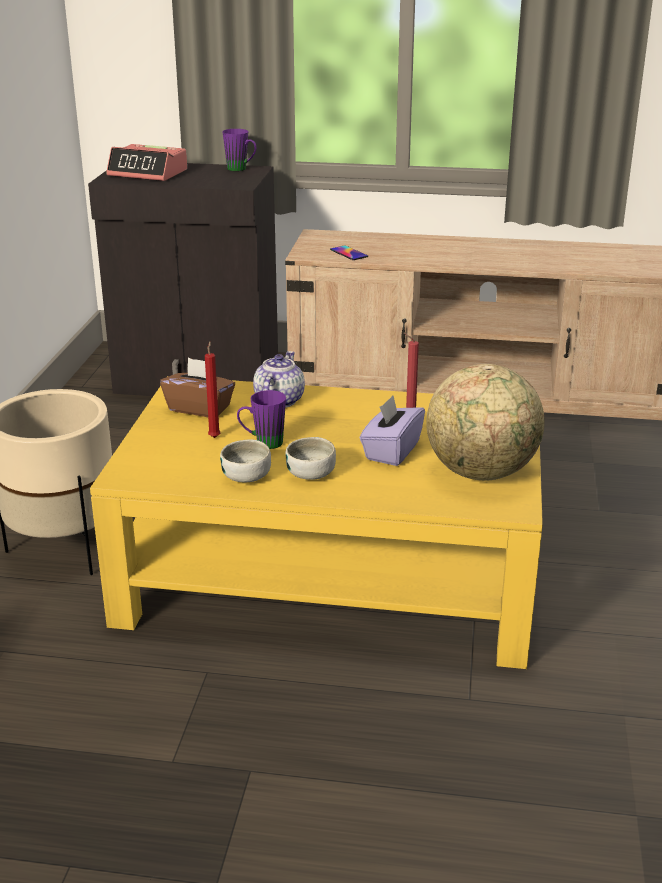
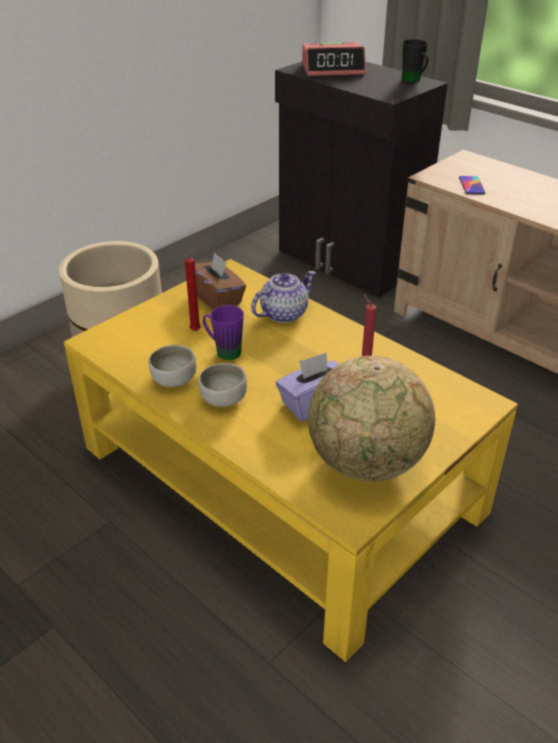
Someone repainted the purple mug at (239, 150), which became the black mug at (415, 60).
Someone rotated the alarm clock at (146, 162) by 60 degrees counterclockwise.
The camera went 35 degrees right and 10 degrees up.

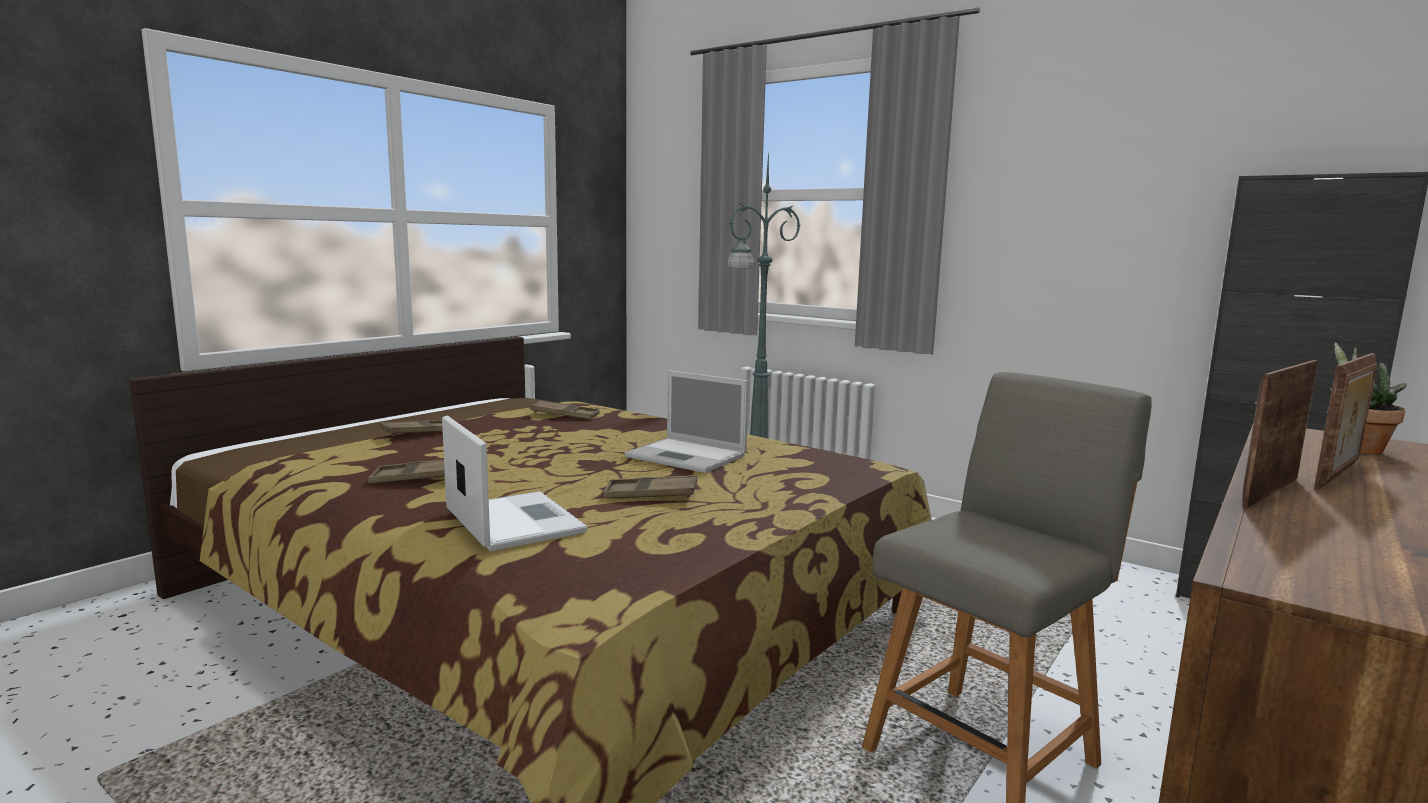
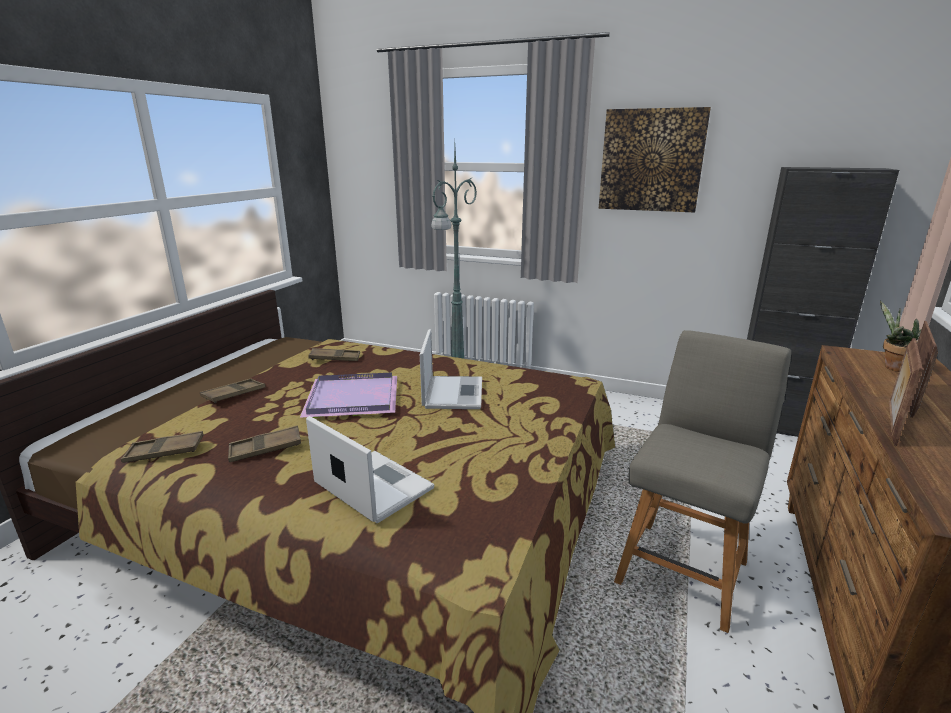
Someone put down the purple tray at (348, 395).
Someone put up the picture at (655, 160).
Someone carried the brown tray from (649, 487) to (162, 447).
Someone rotated the laptop at (687, 421) by 105 degrees counterclockwise.
The camera went 15 degrees left and 10 degrees up.

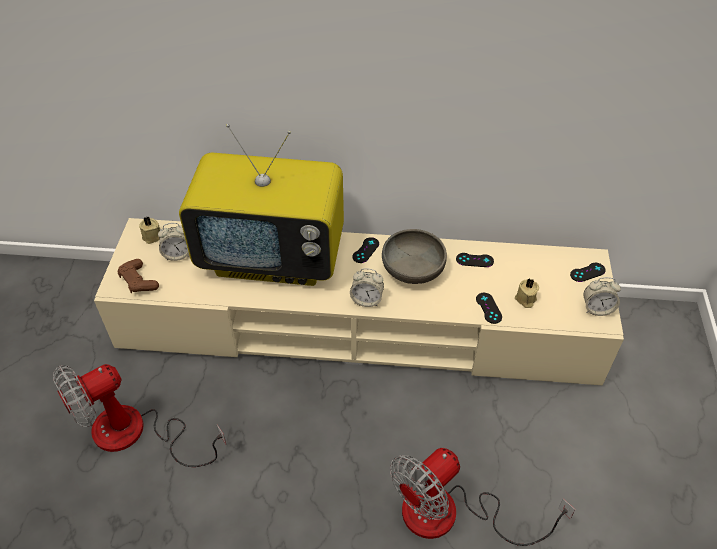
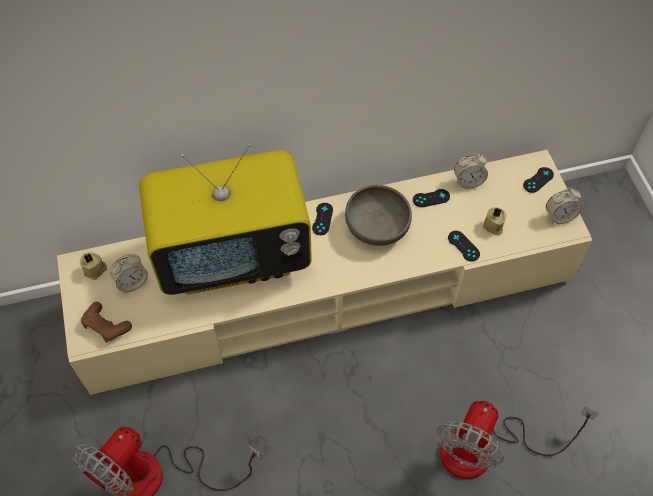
Someone carried the alarm clock from (367, 287) to (471, 171).
The camera went 20 degrees left and 10 degrees up.

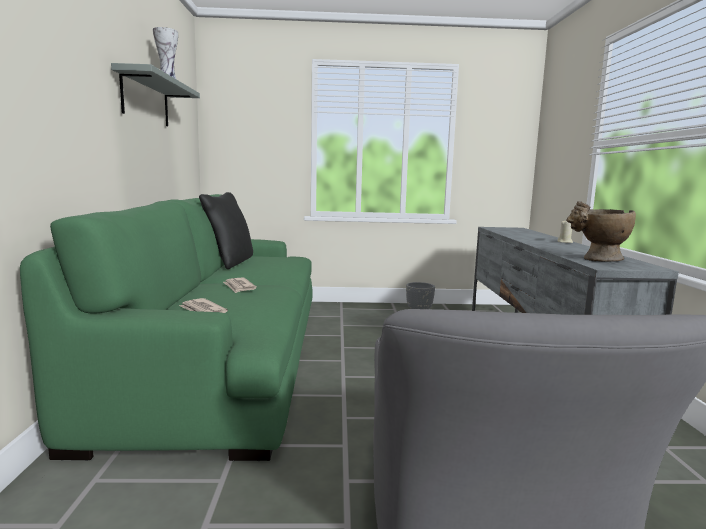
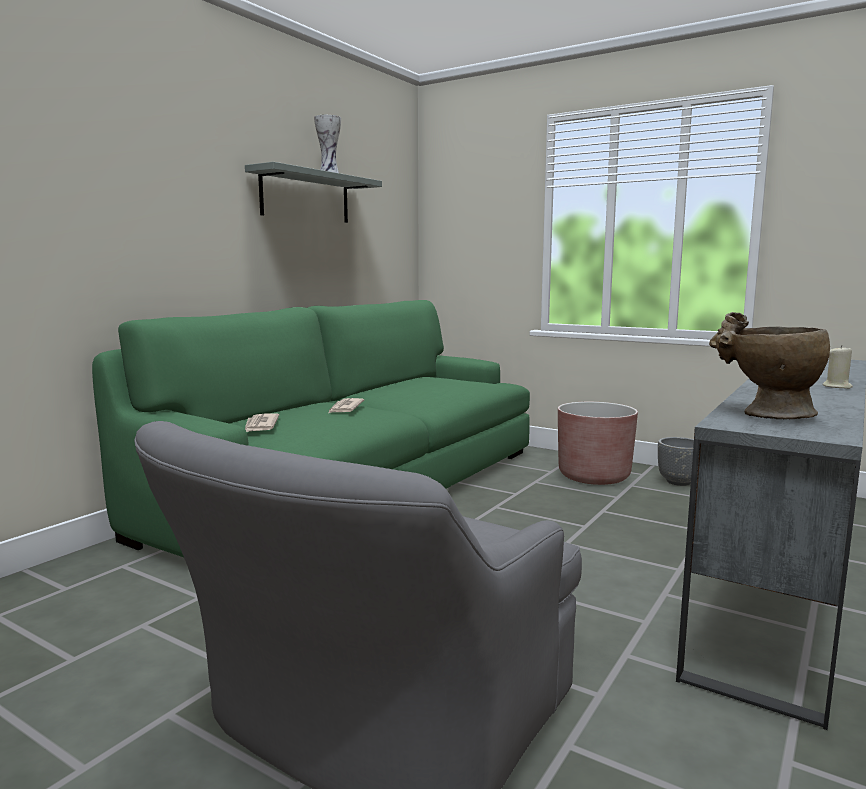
Someone took away the black pillow at (226, 230).
Someone put down the brown planter at (598, 443).
The camera went 35 degrees right and 0 degrees up.

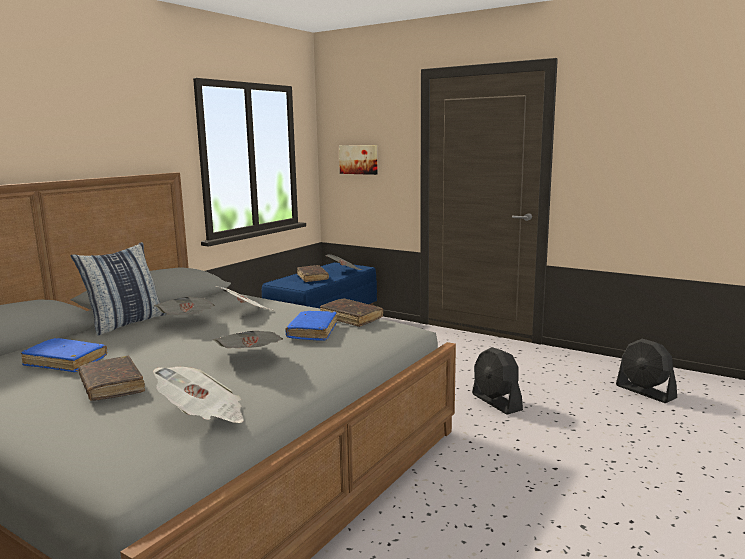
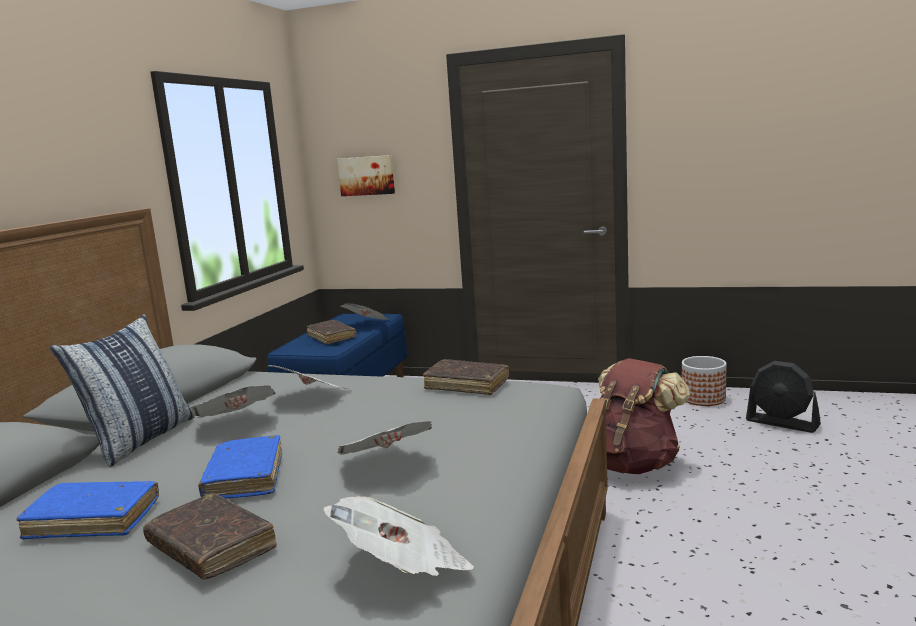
Someone put down the planter at (704, 381).
Someone carried the blue book from (311, 326) to (240, 467).
Someone swapped the black fan at (497, 381) for the brown backpack at (644, 416).
The camera went 15 degrees left and 0 degrees up.

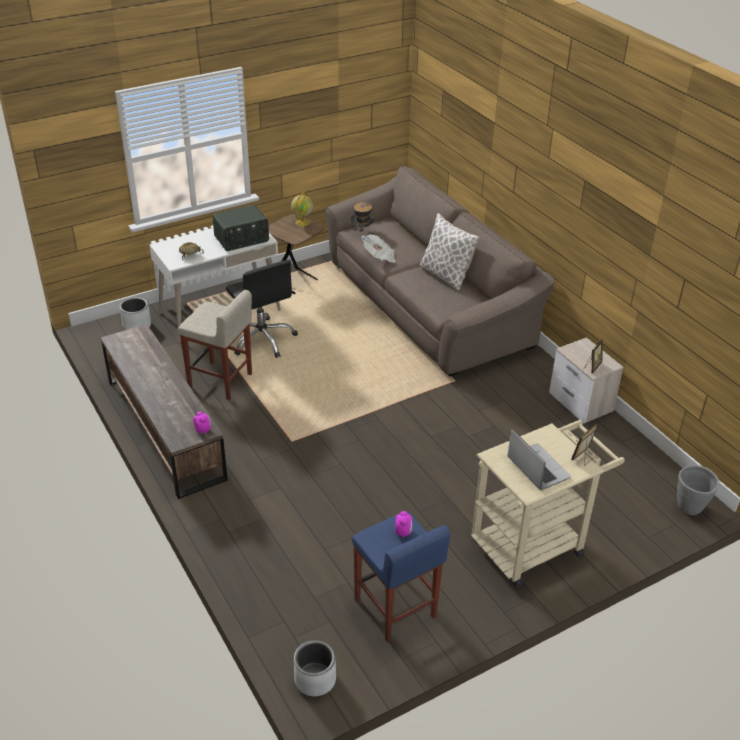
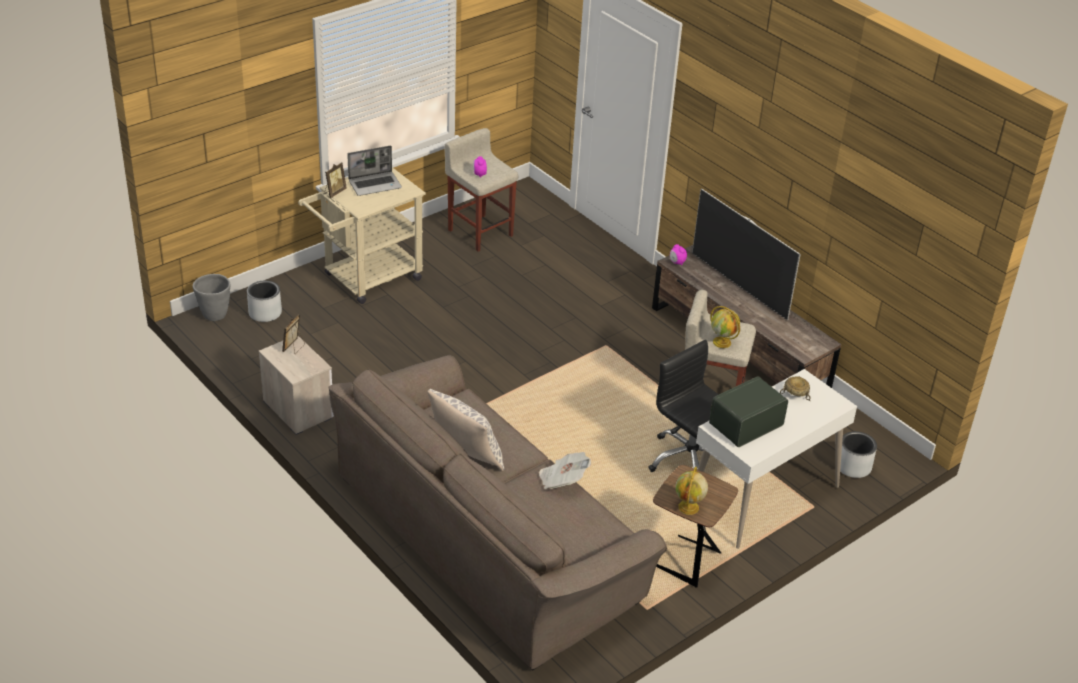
Someone took away the hat at (362, 217).
Someone put down the television at (746, 254).
Someone put down the globe at (725, 327).
Someone carried the grey planter from (315, 668) to (264, 301).
Someone repainted the blue stool at (401, 577), which became the beige stool at (481, 190).
Someone rotated the laptop at (539, 459) by 75 degrees counterclockwise.
The camera went 170 degrees right and 0 degrees up.

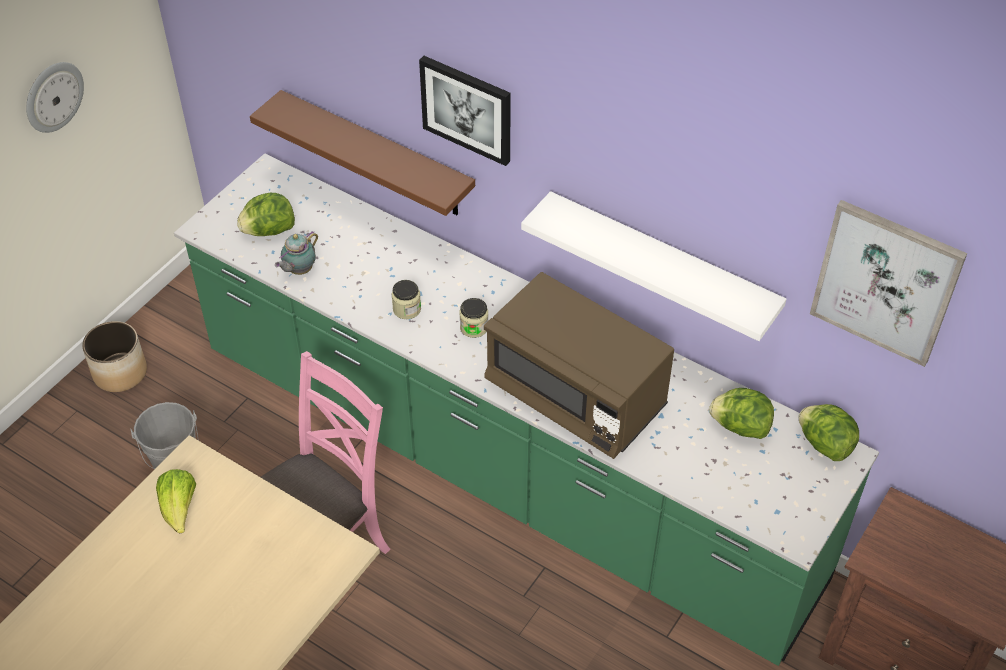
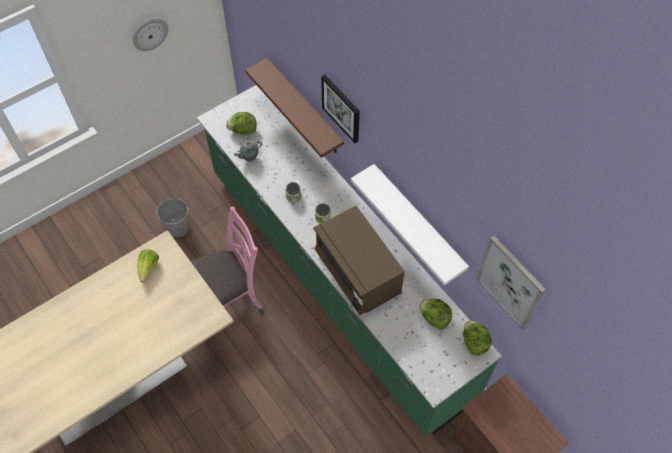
Someone took away the planter at (114, 356).
The camera went 20 degrees right and 10 degrees up.

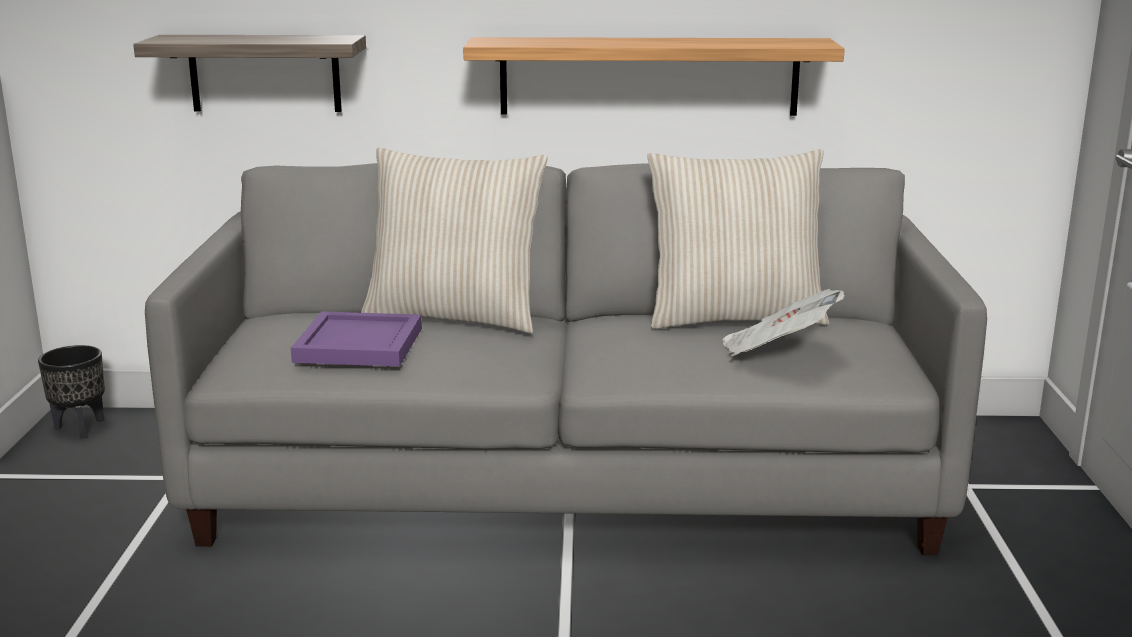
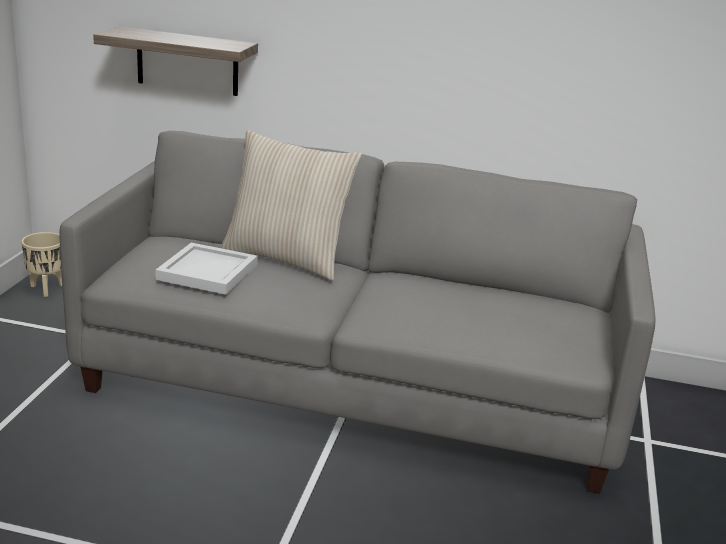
Someone took away the shelf at (654, 76).
Someone took away the beige pillow at (738, 239).
Someone took away the newspaper at (783, 322).
Someone repainted the black planter at (71, 392), which became the beige planter at (41, 264).
Someone repainted the purple tray at (356, 339), which became the white tray at (206, 269).
The camera went 10 degrees right and 5 degrees up.

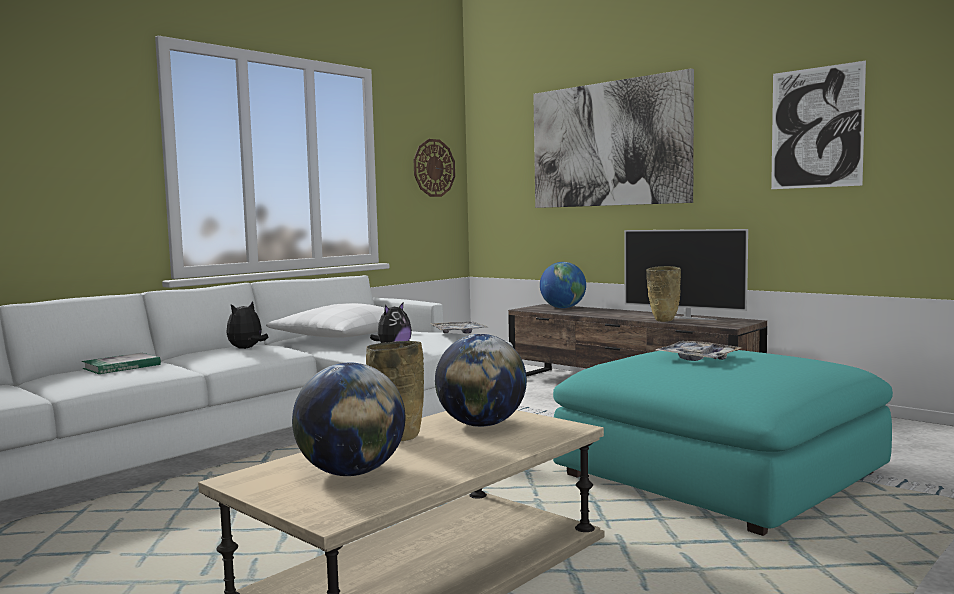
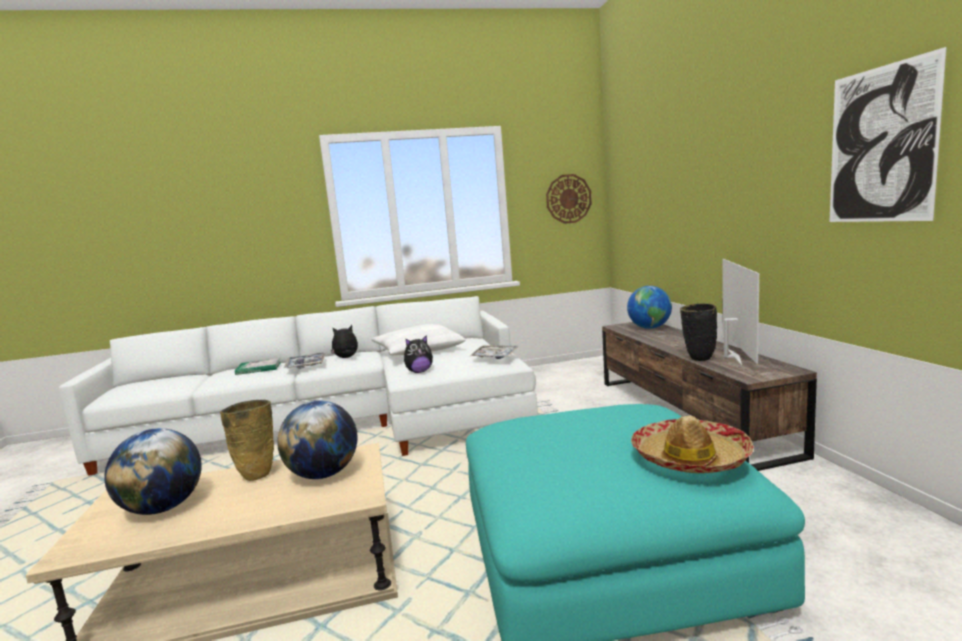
Someone took away the picture at (613, 138).
Someone put down the hat at (692, 444).
Someone carried the tray from (699, 351) to (304, 360).
Someone repainted the beige vase at (663, 294), which became the black vase at (698, 332).
Someone rotated the television at (686, 274) by 150 degrees counterclockwise.
The camera went 35 degrees right and 5 degrees up.

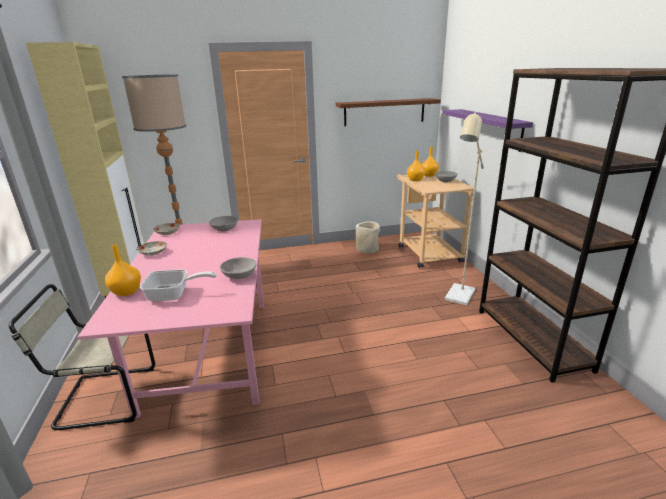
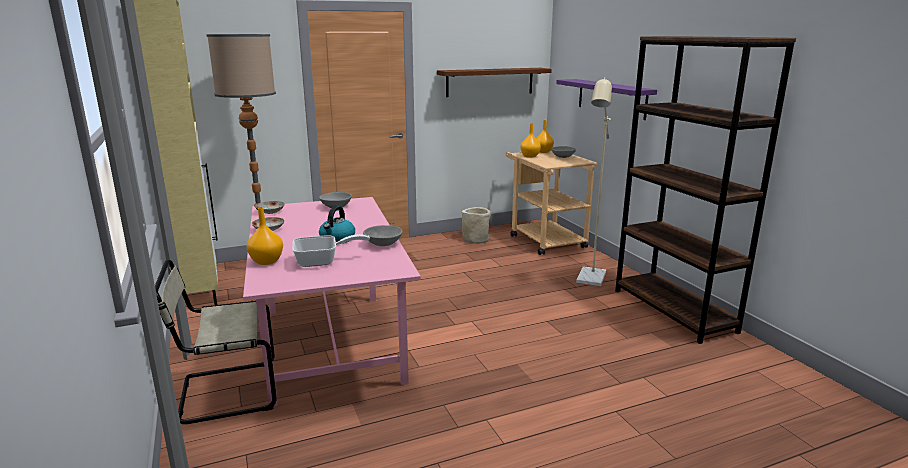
Someone put down the kettle at (337, 225).
The camera went 10 degrees left and 5 degrees down.

